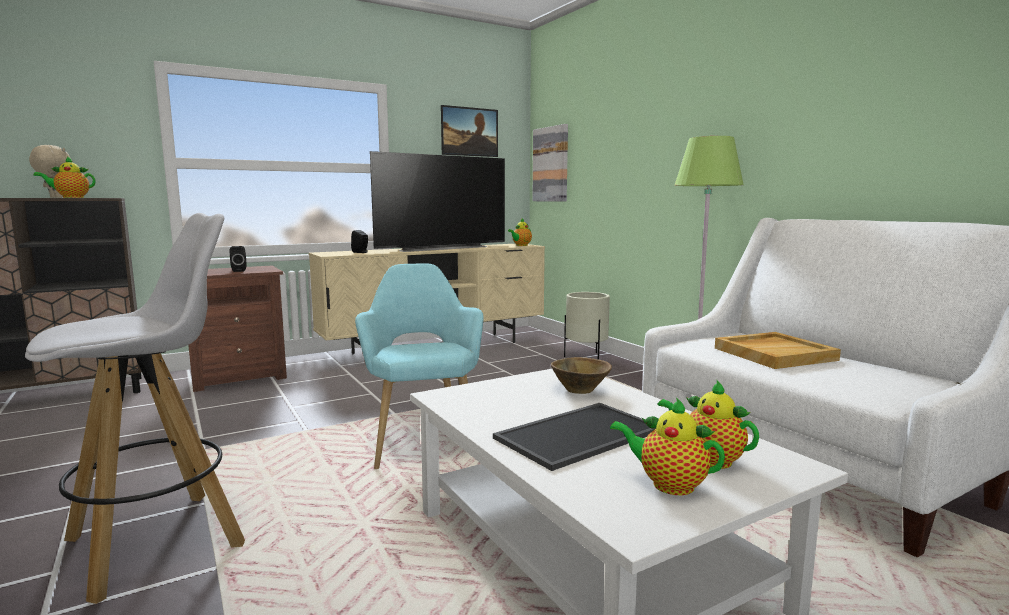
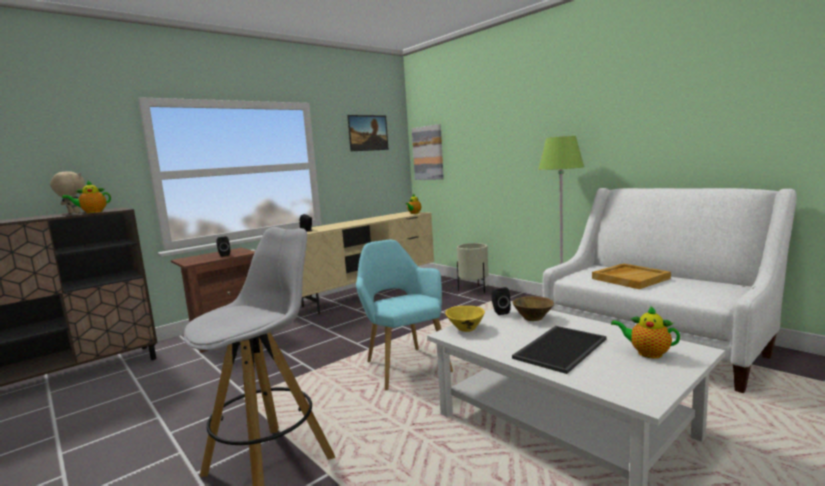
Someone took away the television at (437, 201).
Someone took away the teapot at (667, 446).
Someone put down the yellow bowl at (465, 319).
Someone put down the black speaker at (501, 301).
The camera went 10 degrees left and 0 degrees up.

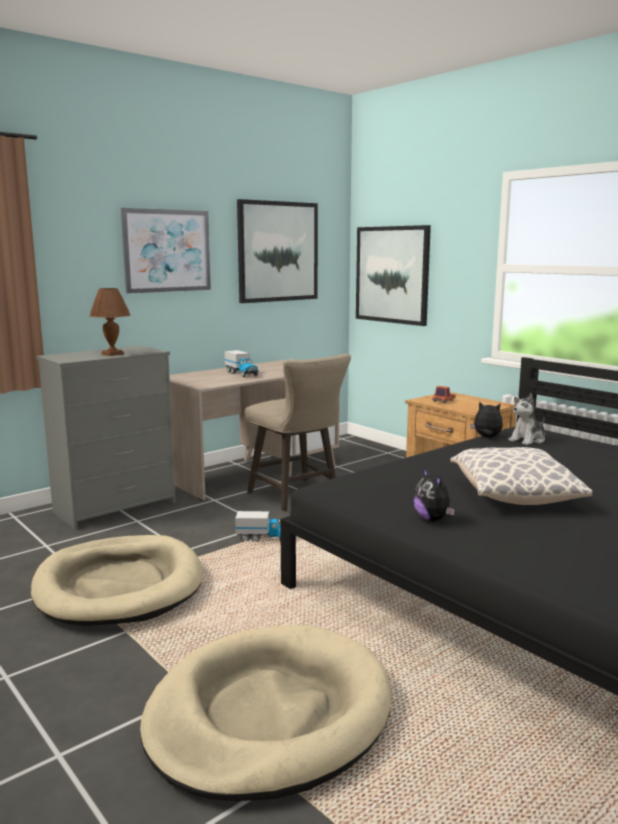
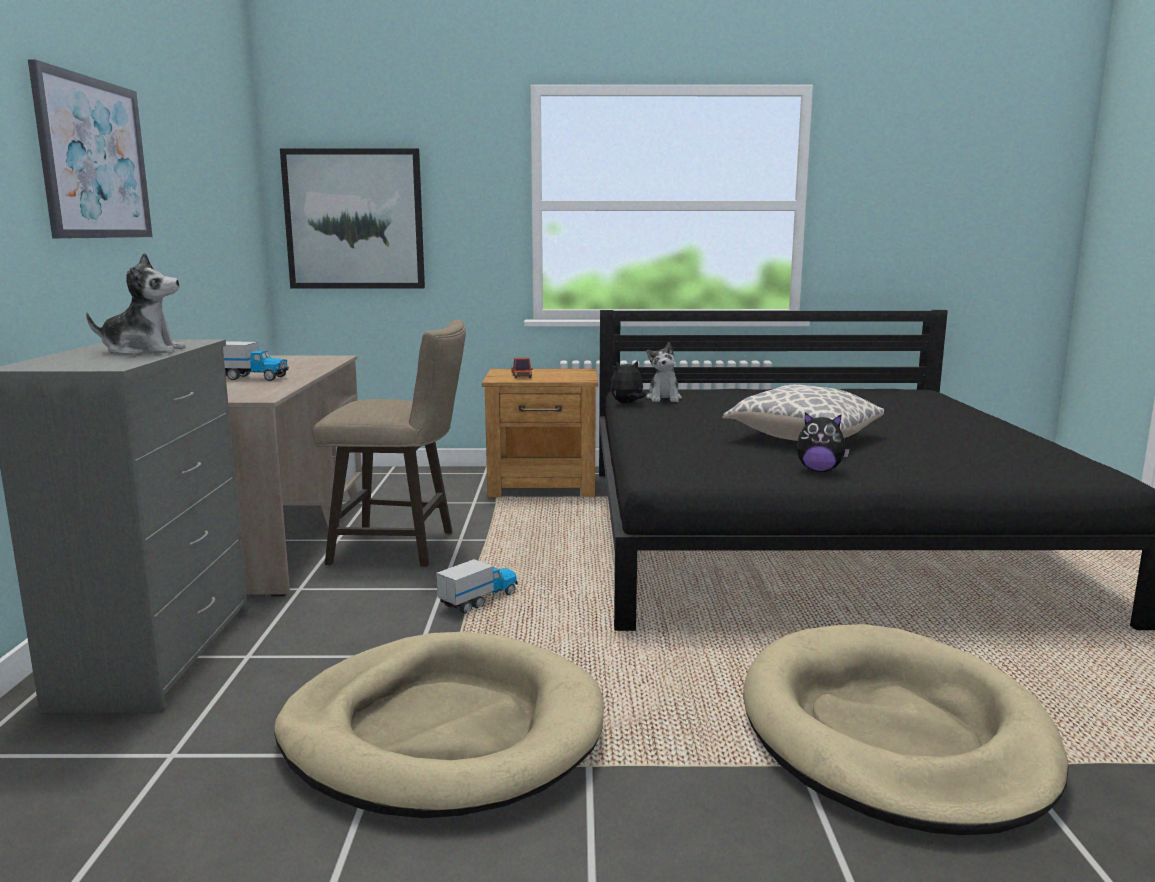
Someone took away the picture at (277, 251).
Someone swapped the brown table lamp at (109, 322) for the plush toy at (135, 303).
The camera went 50 degrees left and 0 degrees up.

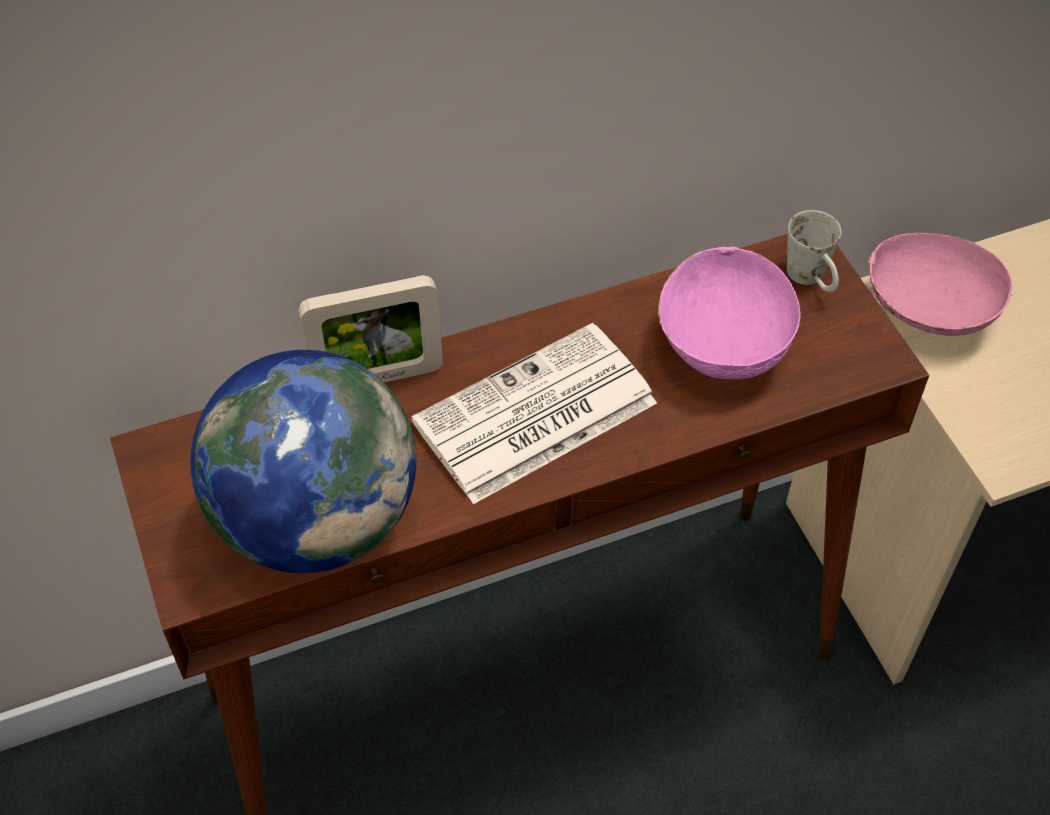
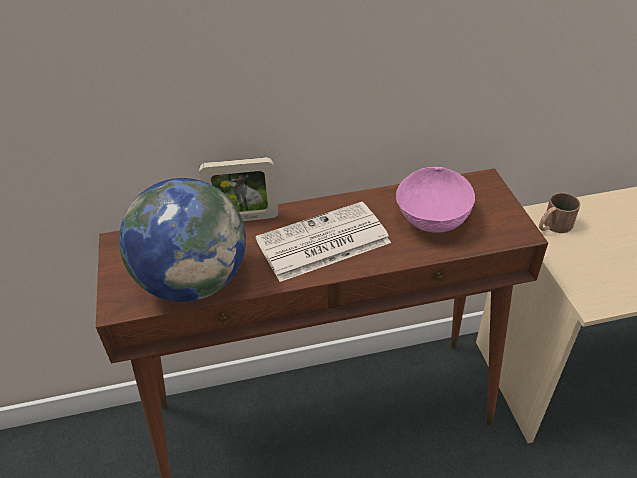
Someone took away the white mug at (814, 251).
Someone swapped the pink bowl at (940, 284) for the brown mug at (559, 213).
The camera went 10 degrees right and 10 degrees down.

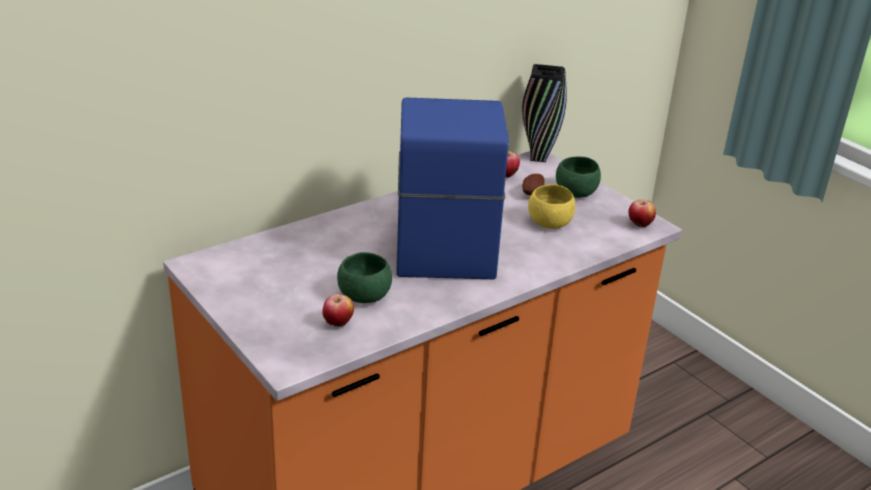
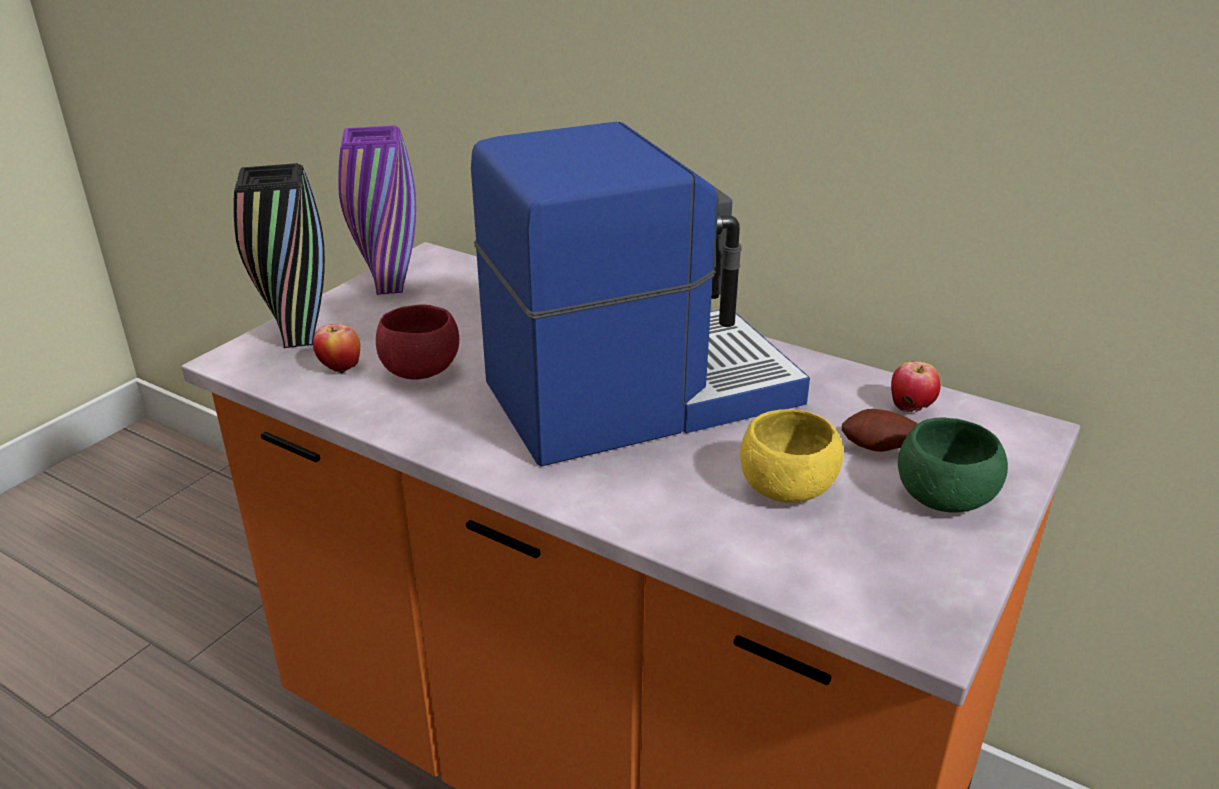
Someone took away the apple at (642, 213).
Someone put down the purple vase at (377, 210).
Someone carried the black vase from (544, 113) to (279, 255).
Someone repainted the green bowl at (364, 277), which became the red bowl at (417, 342).
The camera went 70 degrees right and 0 degrees up.

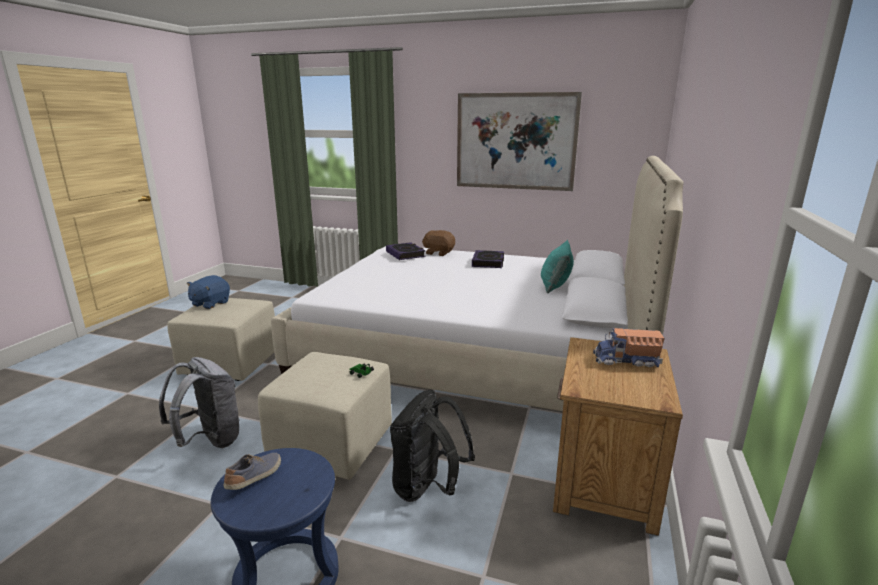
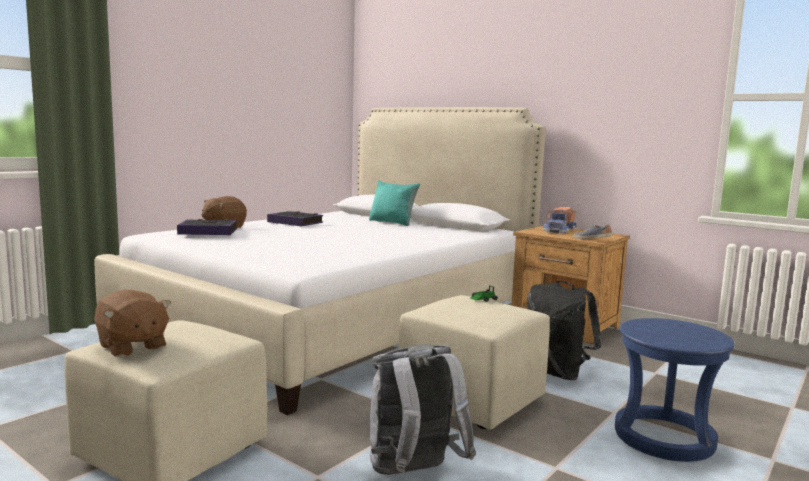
Someone took away the picture at (519, 141).
Someone carried the shoe from (252, 471) to (593, 231).
Someone repainted the blue plush toy at (208, 292), which became the brown plush toy at (132, 323).
The camera went 70 degrees left and 10 degrees down.

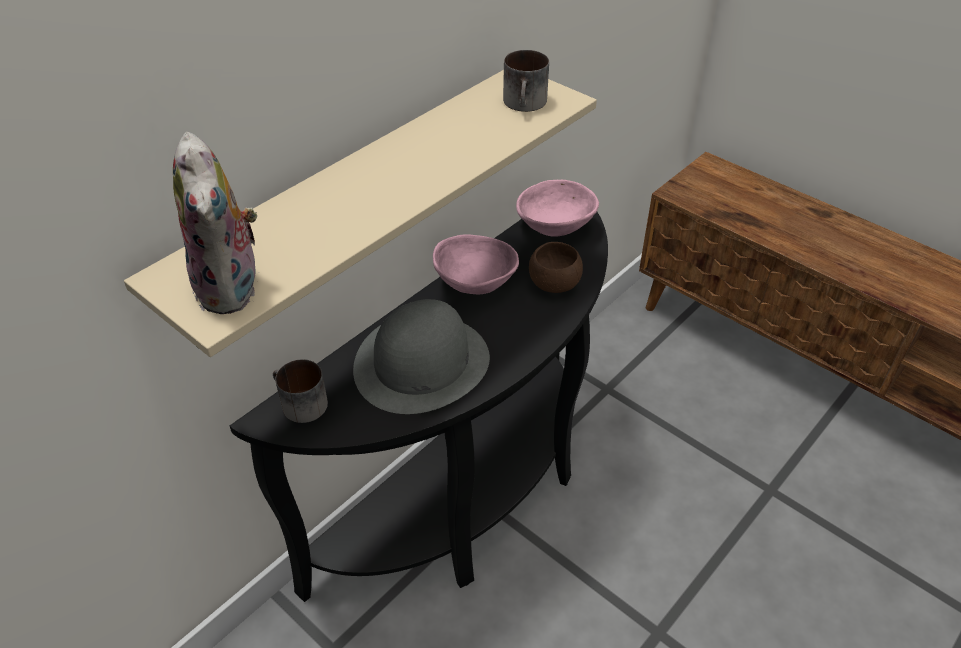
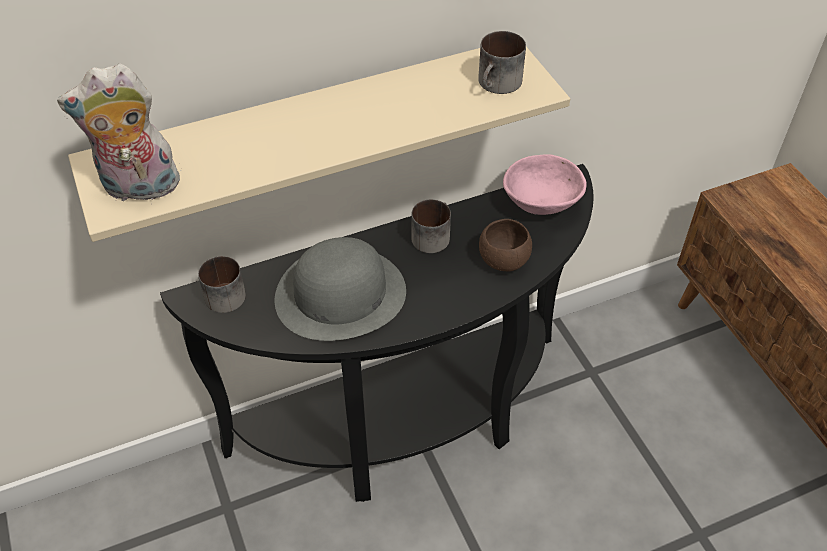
Someone swapped the pink bowl at (476, 264) for the mug at (431, 226).
Someone rotated the plush toy at (216, 223) by 75 degrees clockwise.
The camera went 25 degrees right and 5 degrees up.

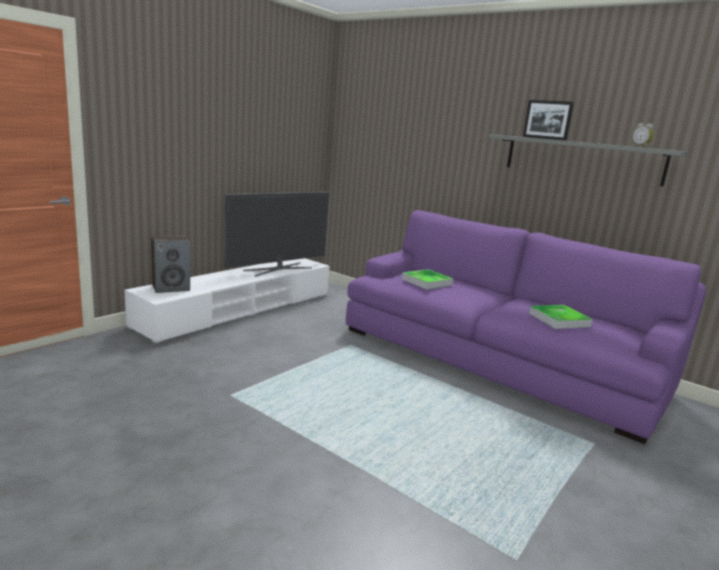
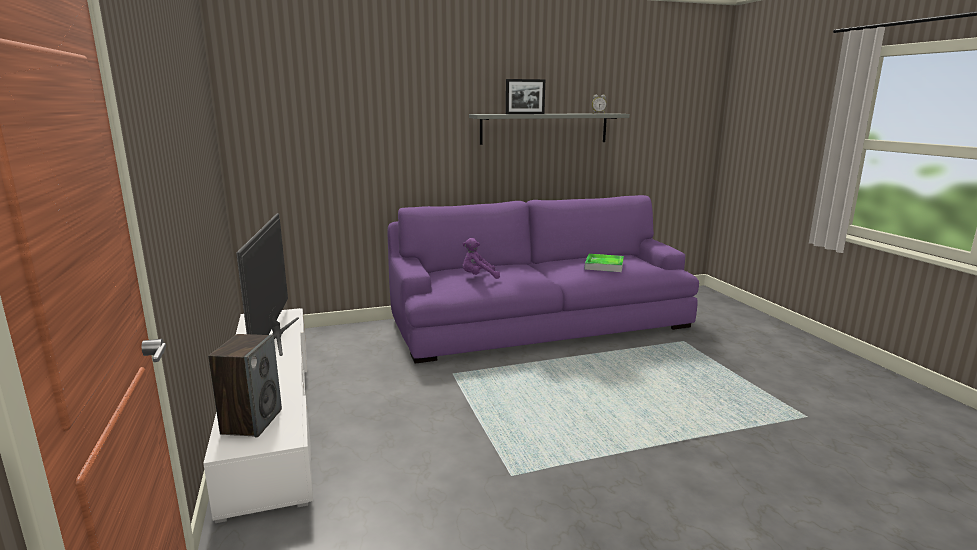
Someone swapped the tray at (427, 279) for the purple plush toy at (481, 258).
The camera went 55 degrees left and 0 degrees up.

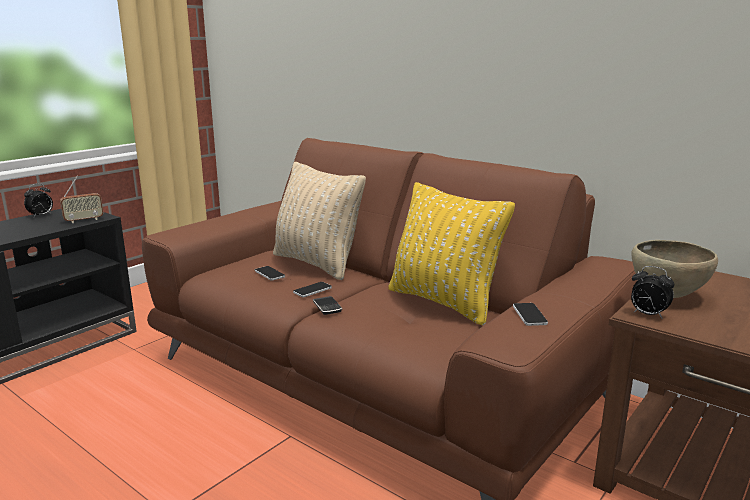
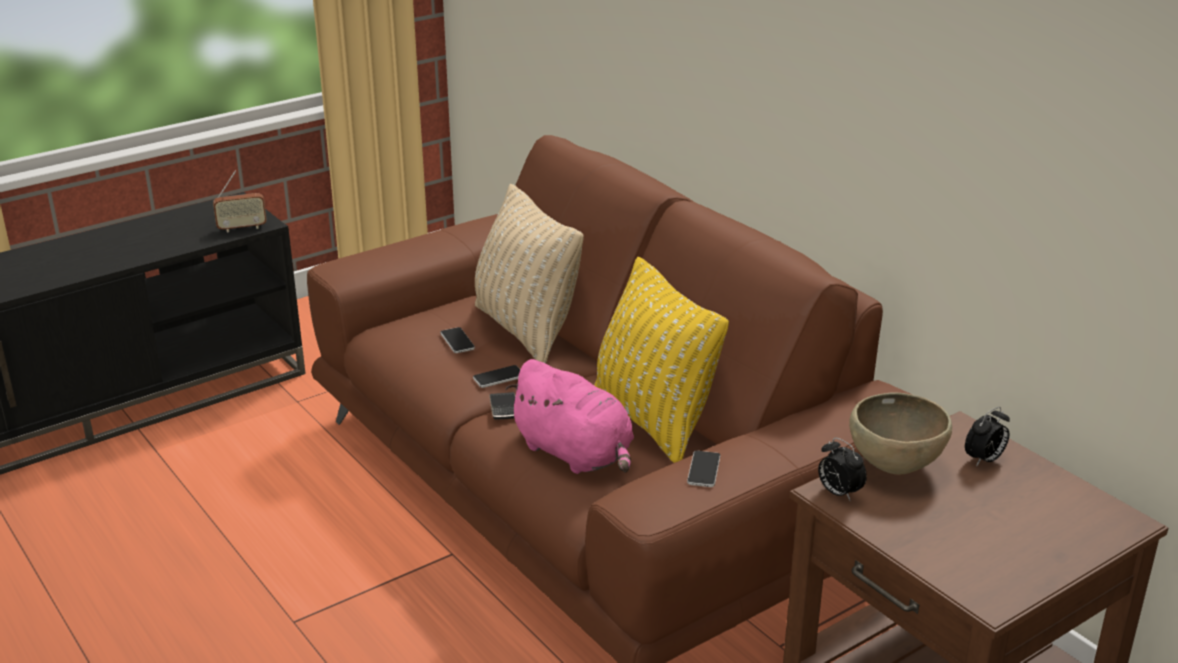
Someone put down the pink plush toy at (569, 416).
Someone carried the alarm clock from (38, 200) to (987, 437).
The camera went 15 degrees right and 10 degrees up.

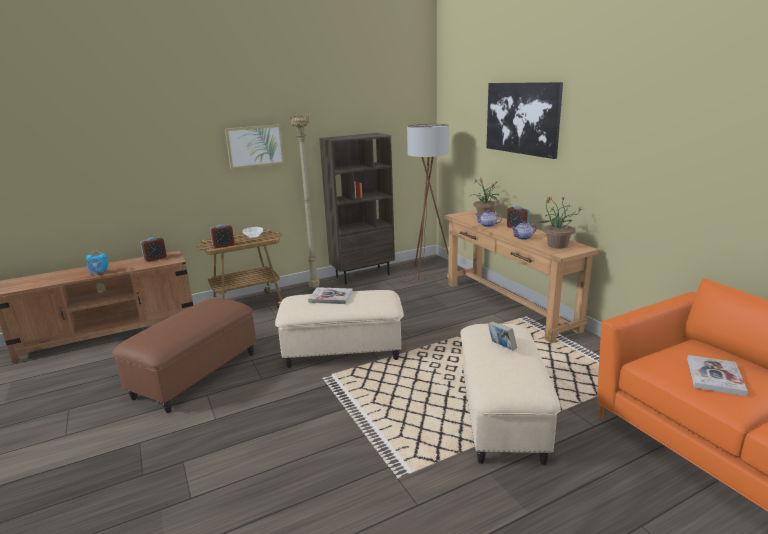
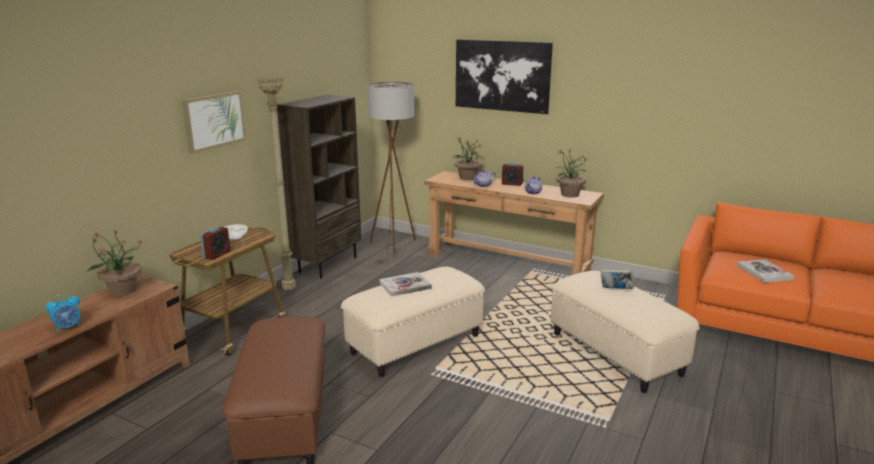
Someone swapped the alarm clock at (153, 249) for the potted plant at (114, 263).
The camera went 35 degrees left and 0 degrees up.

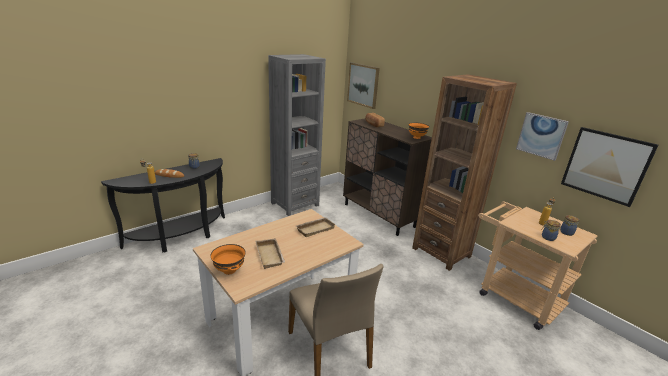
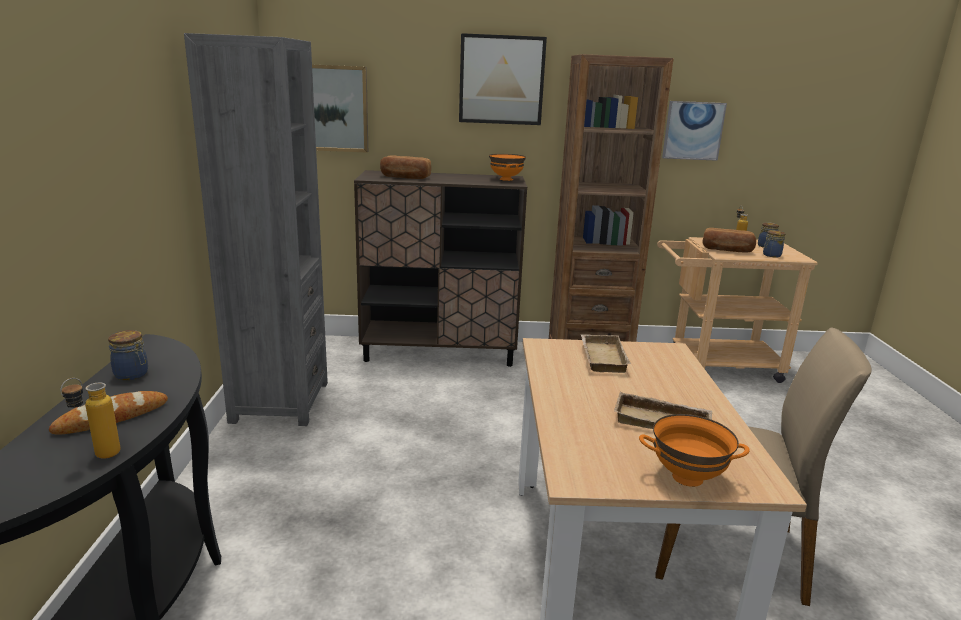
Someone put down the bread at (729, 240).
Someone carried the picture from (609, 167) to (503, 79).
The camera went 50 degrees left and 5 degrees down.

